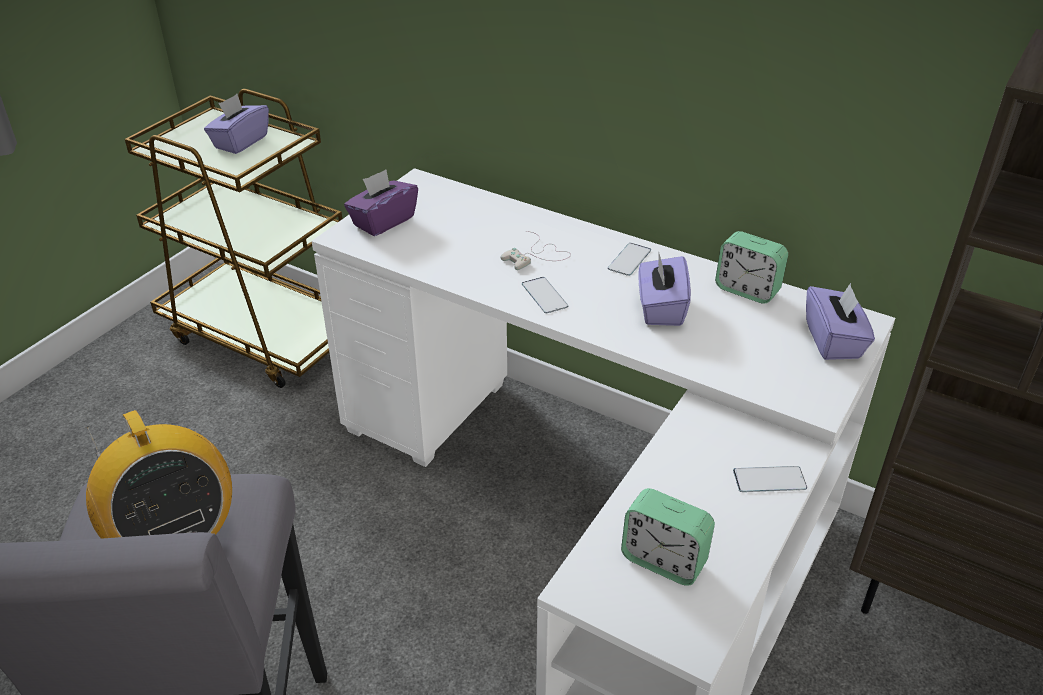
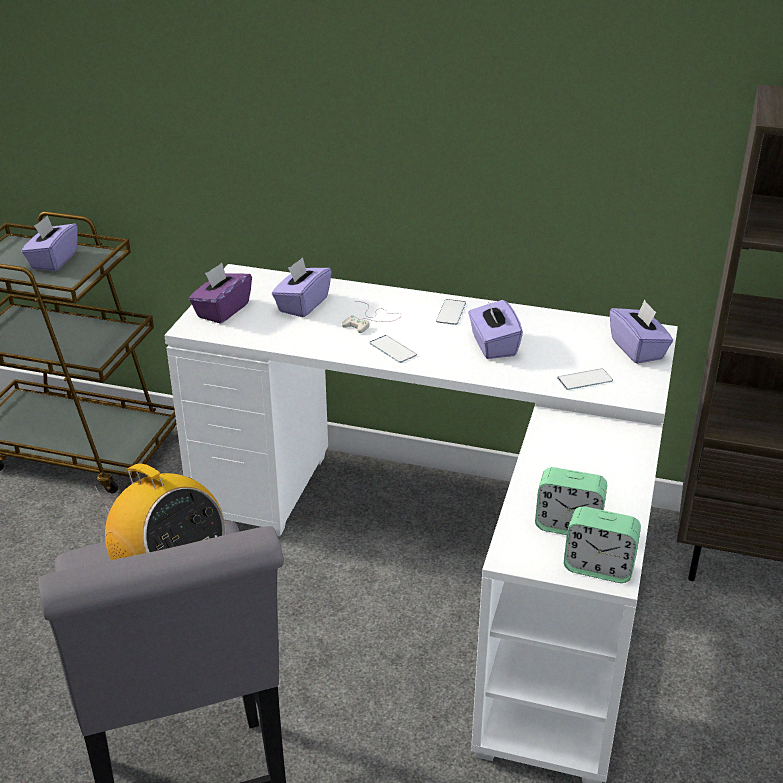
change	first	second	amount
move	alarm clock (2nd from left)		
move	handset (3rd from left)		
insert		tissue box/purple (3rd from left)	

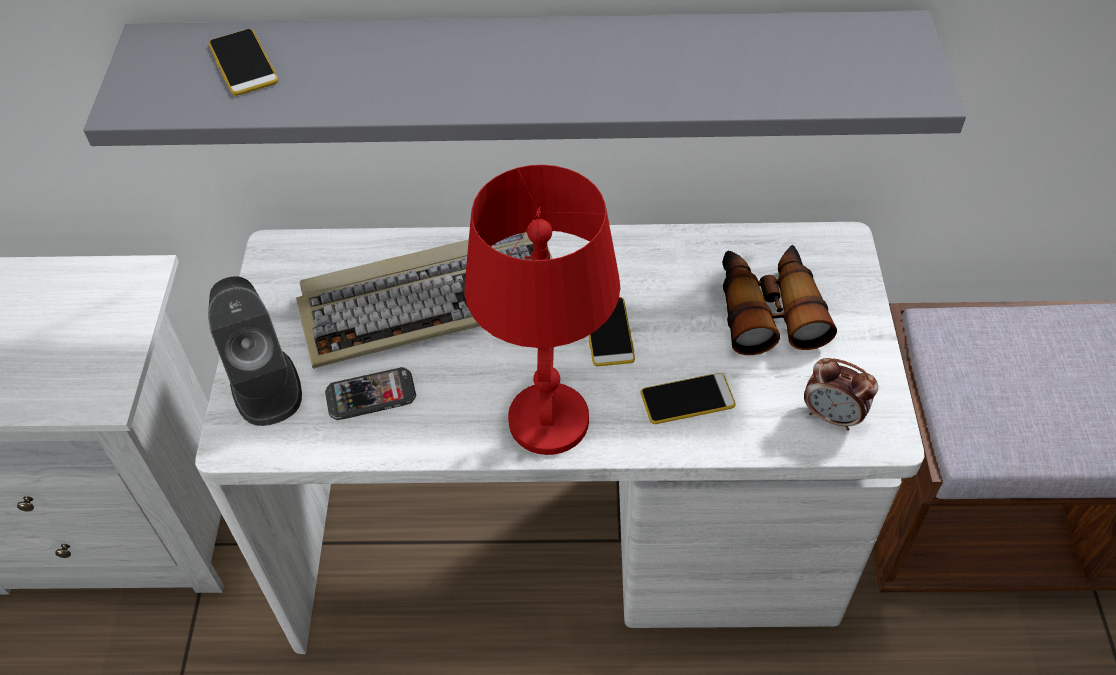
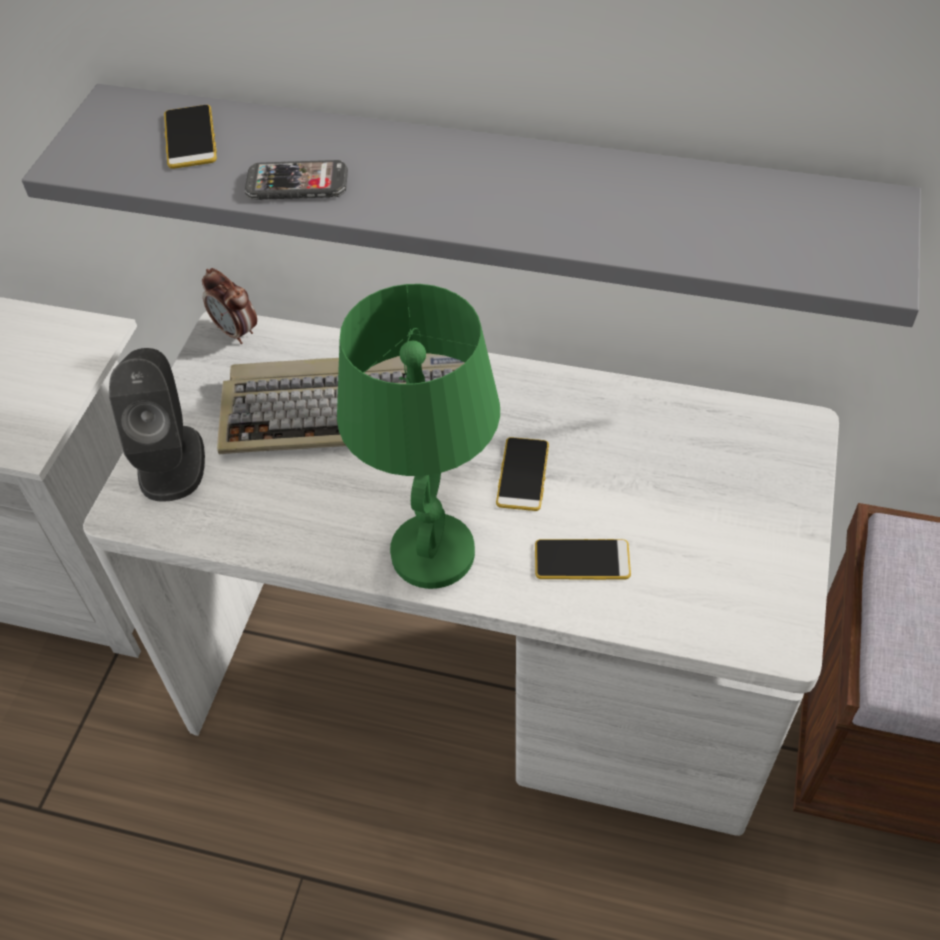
change	first	second	amount
recolor	table lamp/red	table lamp/green	
delete	binoculars		
move	alarm clock		
move	handset (2nd from left)		

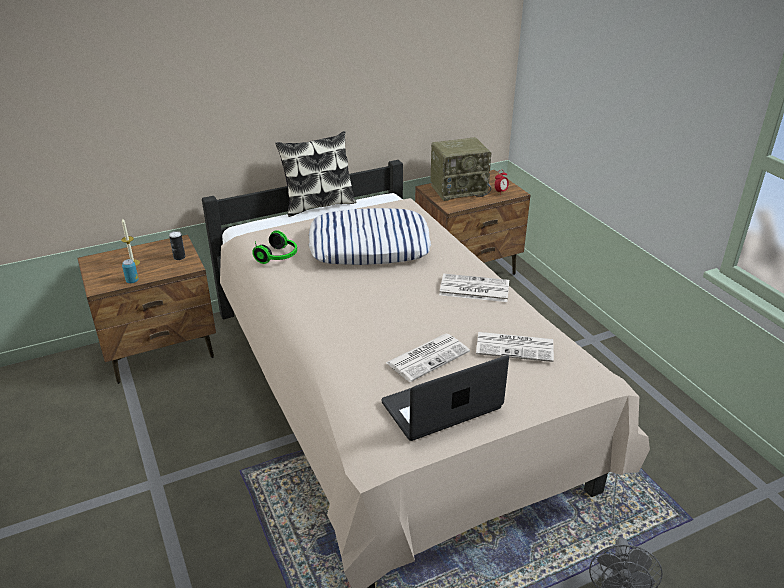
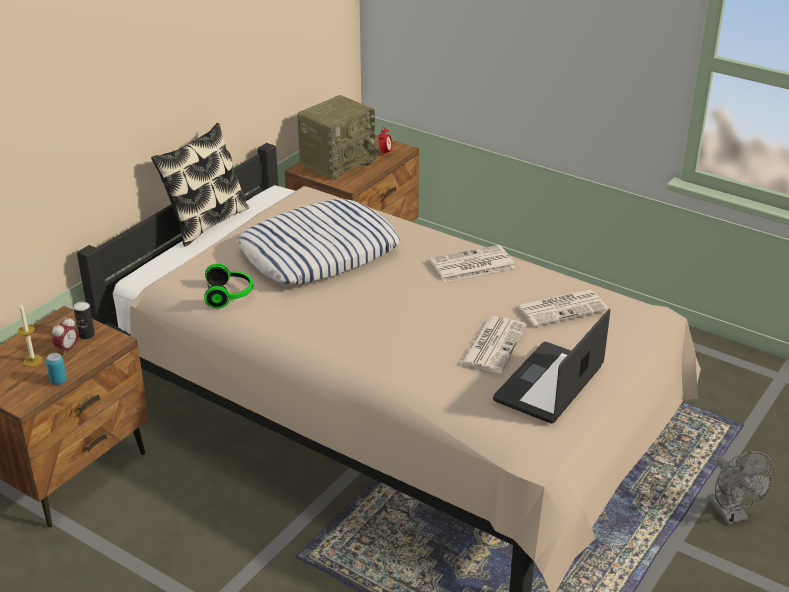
change	first	second	amount
insert		alarm clock (1st from left)	

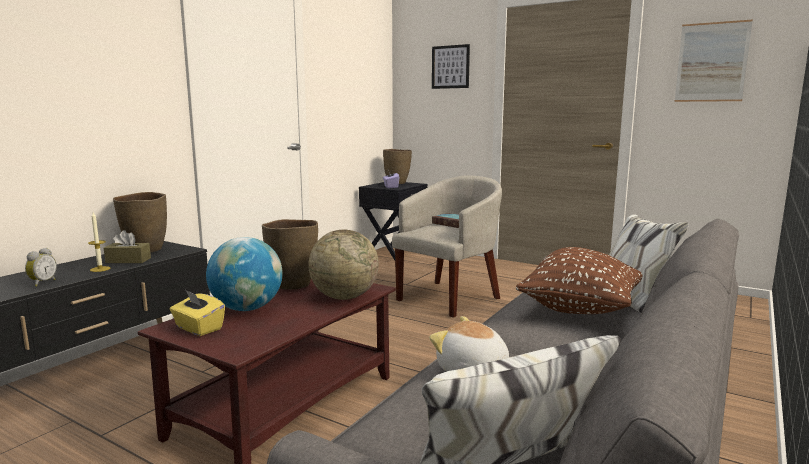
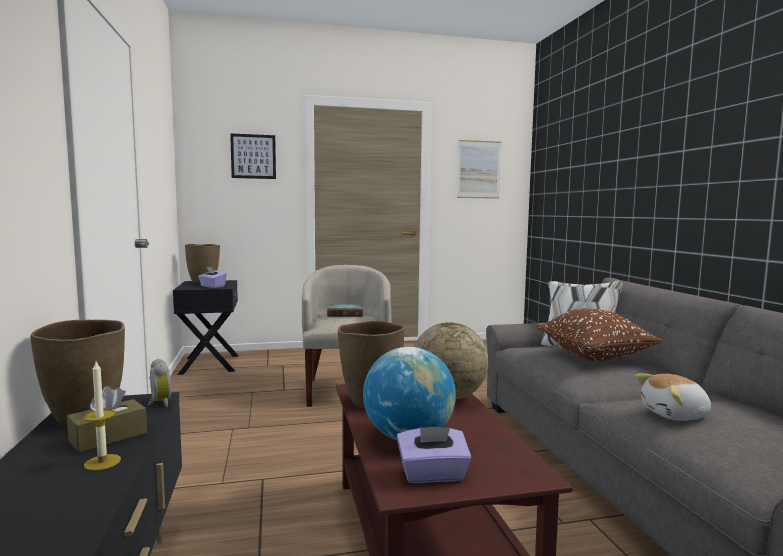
change	first	second	amount
move	alarm clock		
recolor	tissue box/yellow-coloured	tissue box/purple (2nd from left)	

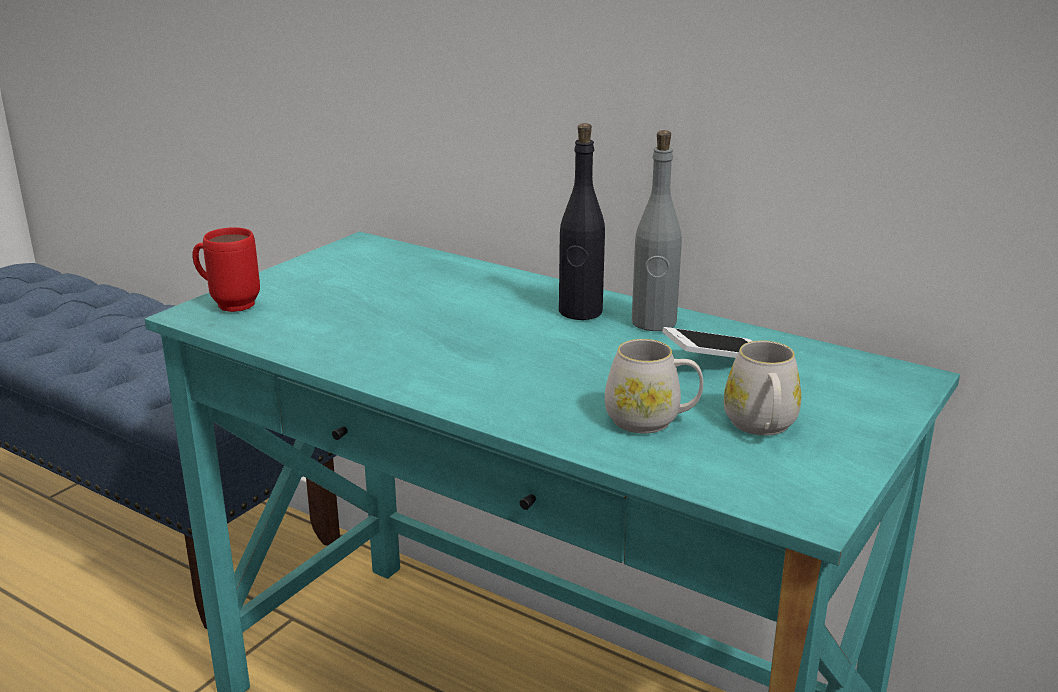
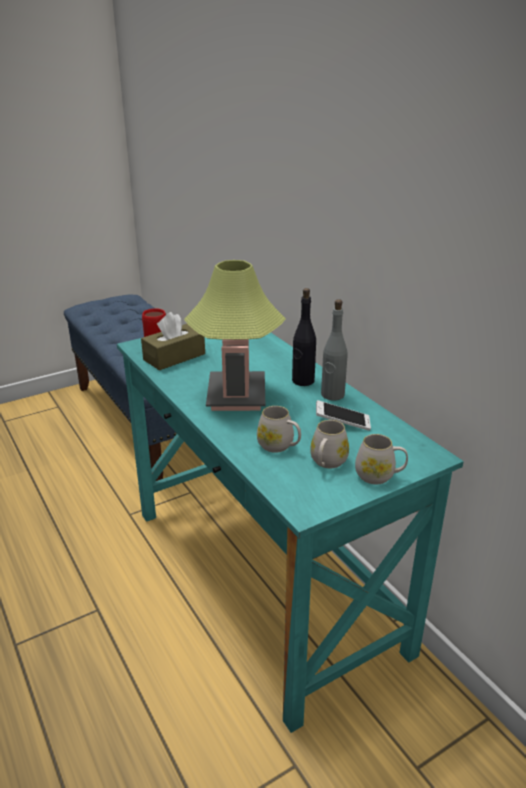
change	first	second	amount
insert		table lamp	
insert		tissue box/brownish	
insert		coffee mug/whitish (3rd from left)	

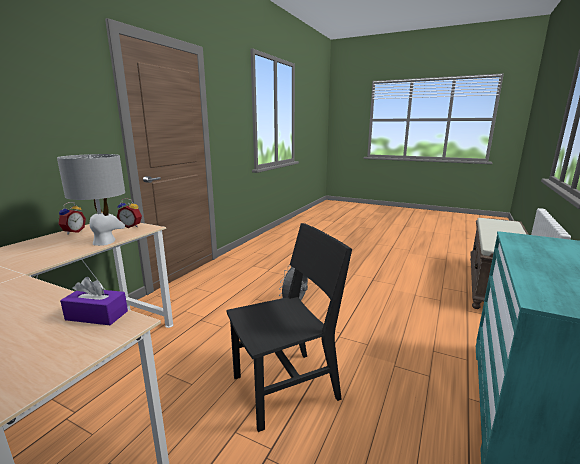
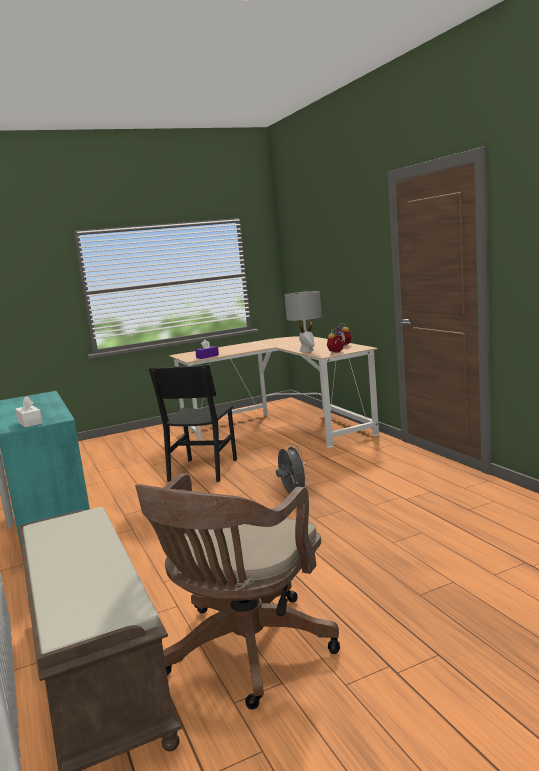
change	first	second	amount
insert		tissue box/whitish	
insert		desk chair/brownish	

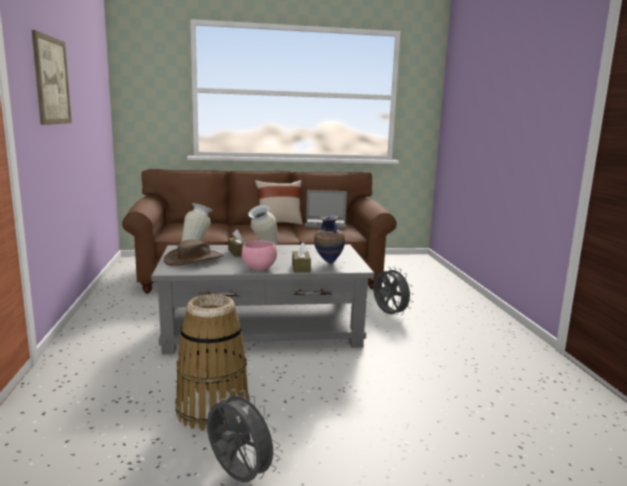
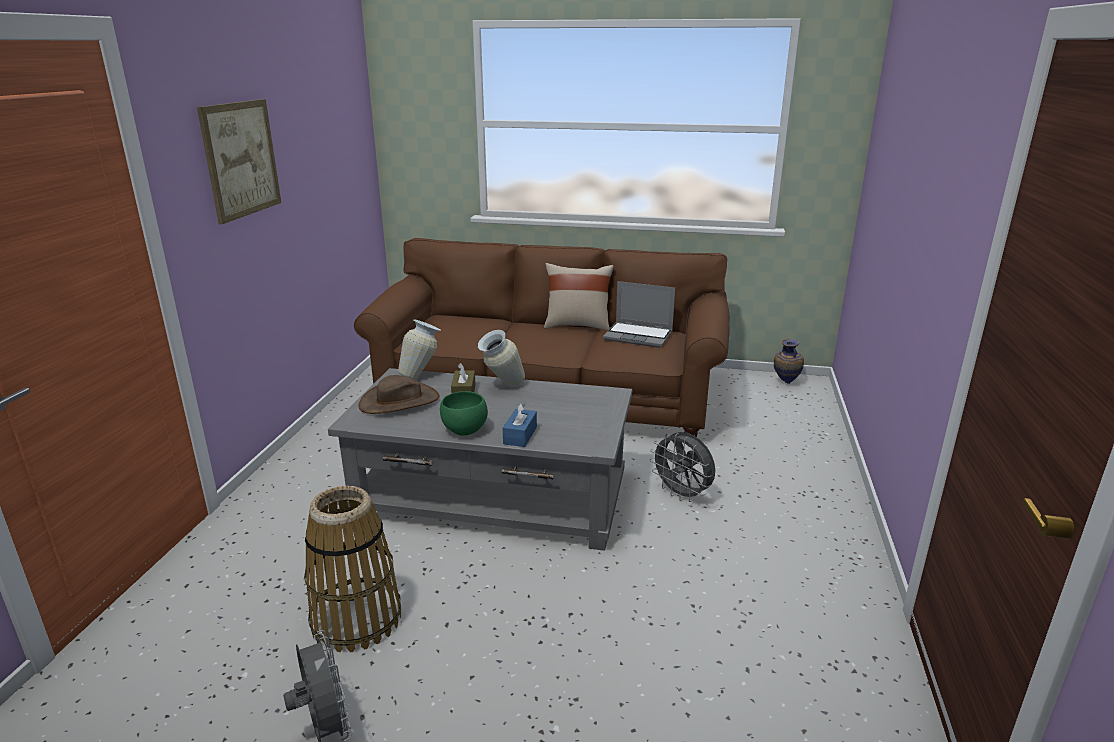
change	first	second	amount
move	vase (3rd from left)		
recolor	deep dish/pinkish	deep dish/green	
recolor	tissue box/brownish (2nd from left)	tissue box/blue	
rotate	fan/grey (2nd from left)		150 degrees clockwise

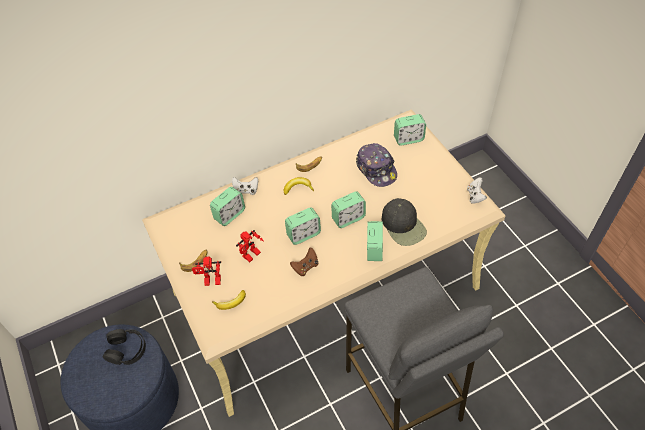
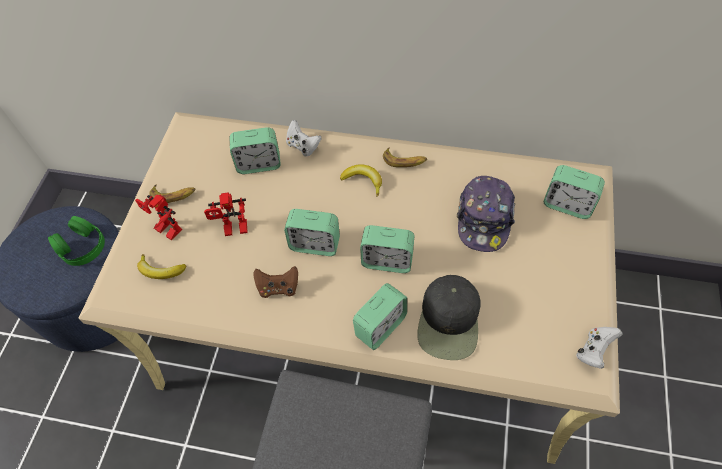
change	first	second	amount
recolor	headphones/black	headphones/green	

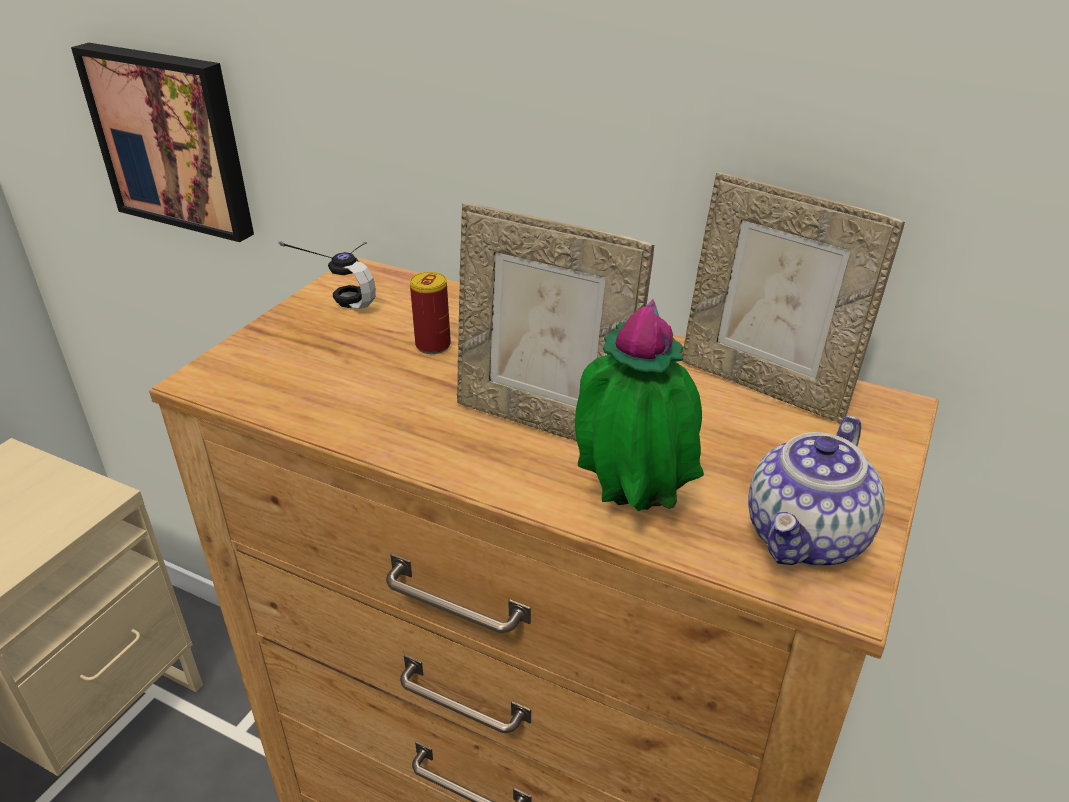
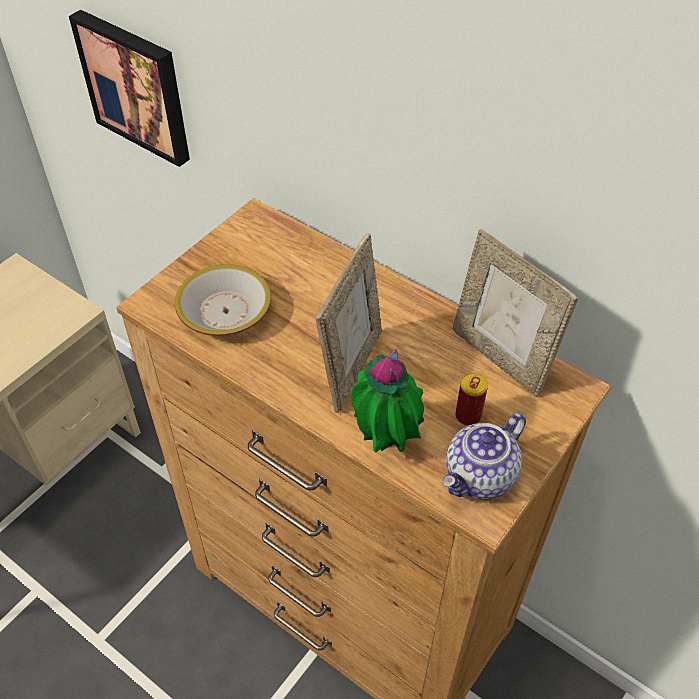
change	first	second	amount
rotate	photo frame (1st from left)		105 degrees counterclockwise
delete	headphones		
move	sealed can		
insert		deep dish	

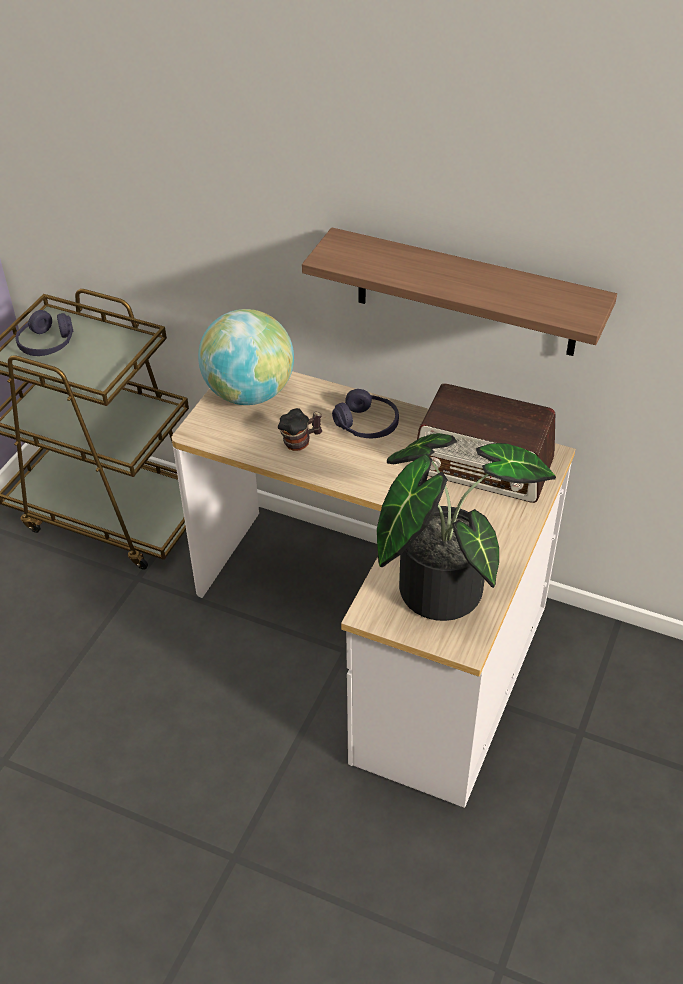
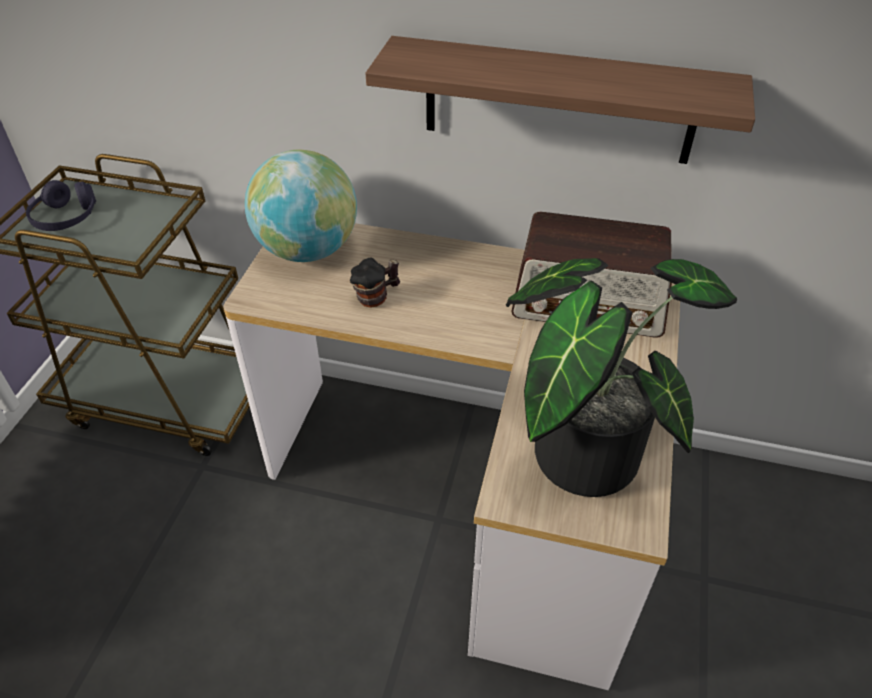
change	first	second	amount
delete	headphones/purple (2nd from left)		

